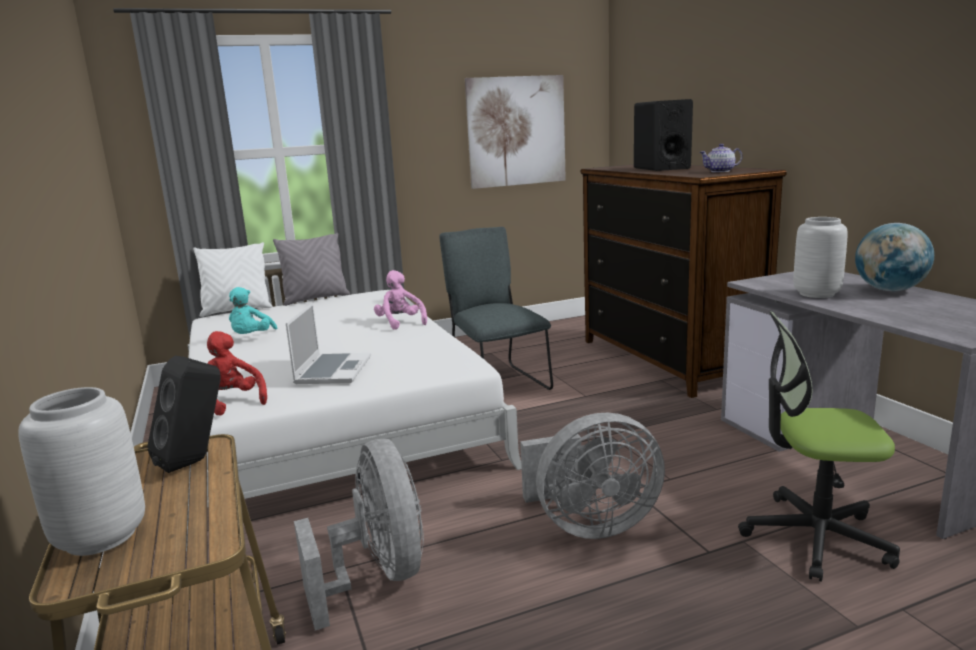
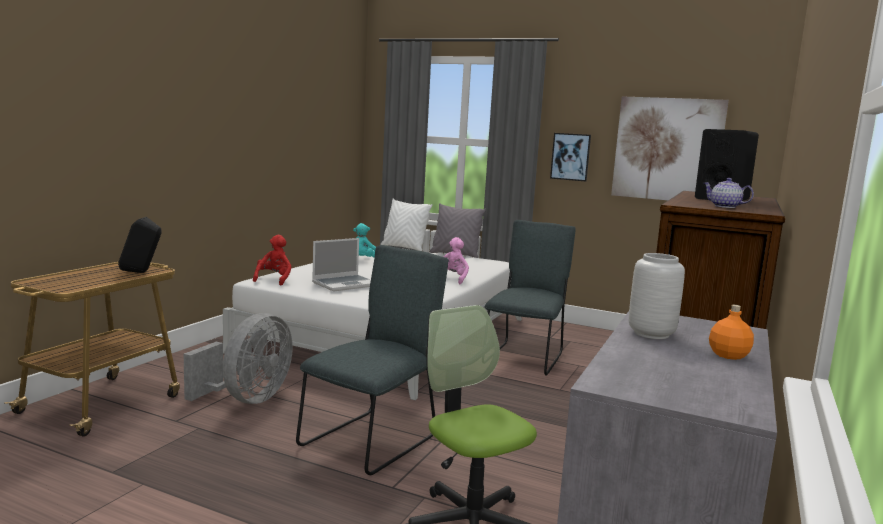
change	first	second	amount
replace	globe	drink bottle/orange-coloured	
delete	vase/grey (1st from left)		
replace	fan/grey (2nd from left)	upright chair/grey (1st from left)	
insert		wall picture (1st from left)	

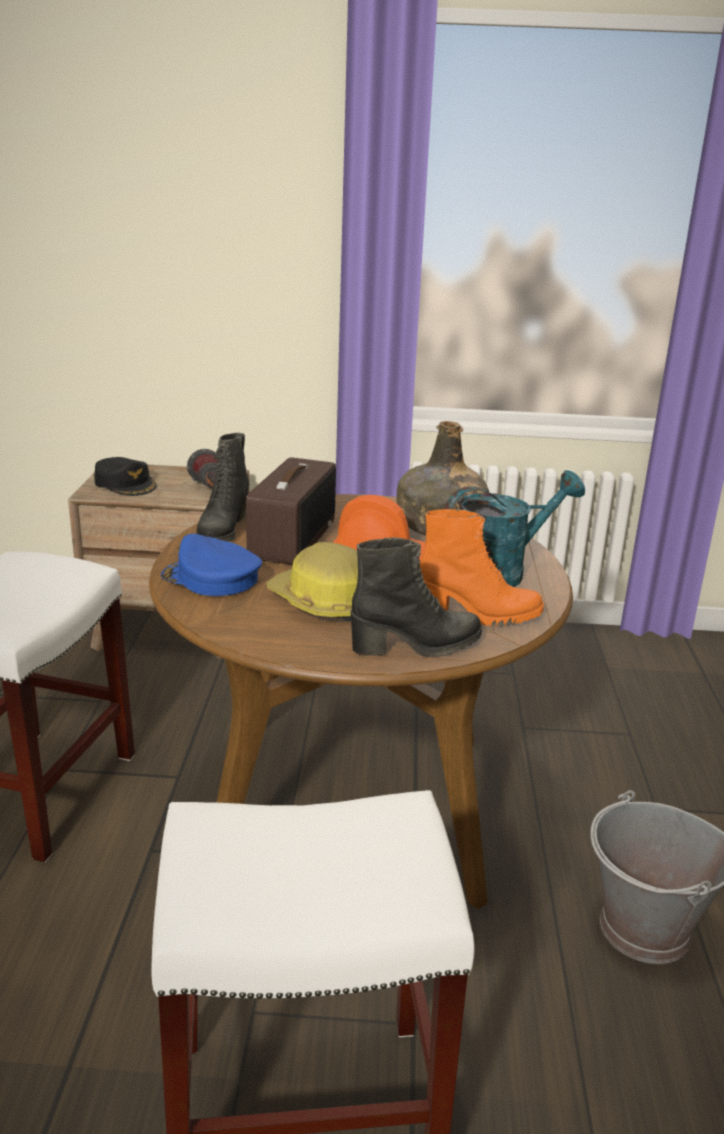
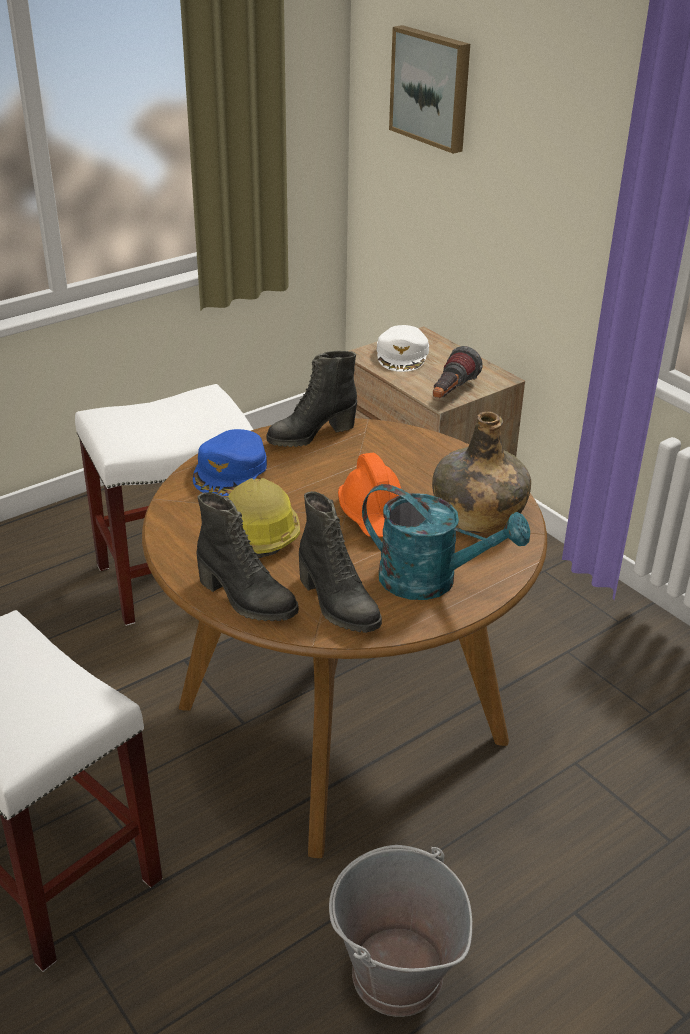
change	first	second	amount
recolor	peaked cap/black	peaked cap/whitish	
delete	radio		
recolor	high-top boot/orange-coloured	high-top boot/black (3rd from left)	
rotate	peaked cap/blue		150 degrees counterclockwise
insert		wall picture	

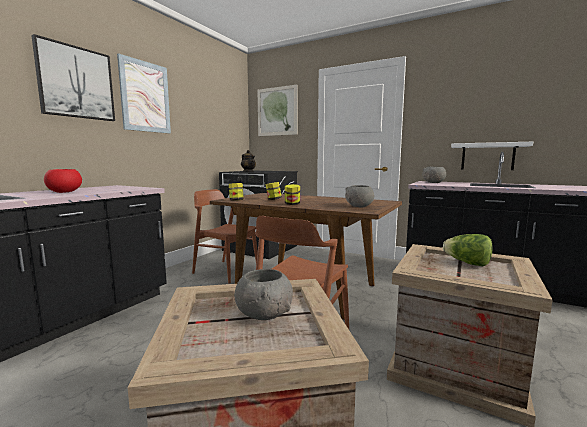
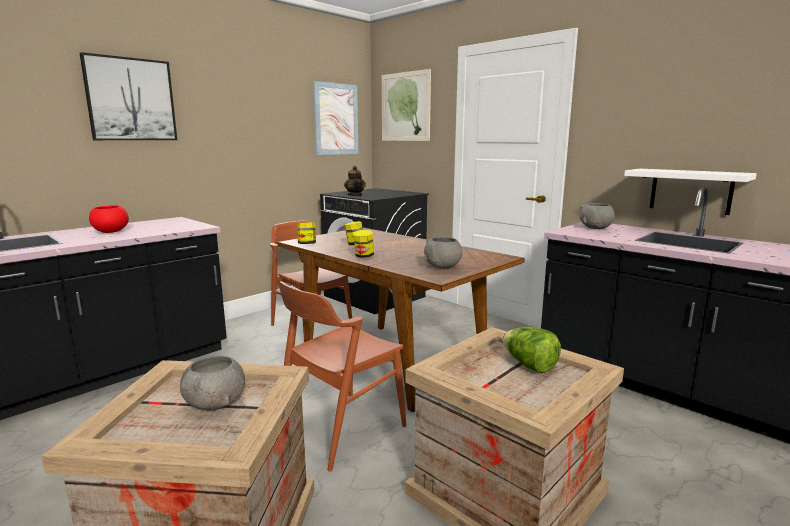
change	first	second	amount
move	wall picture (2nd from left)		

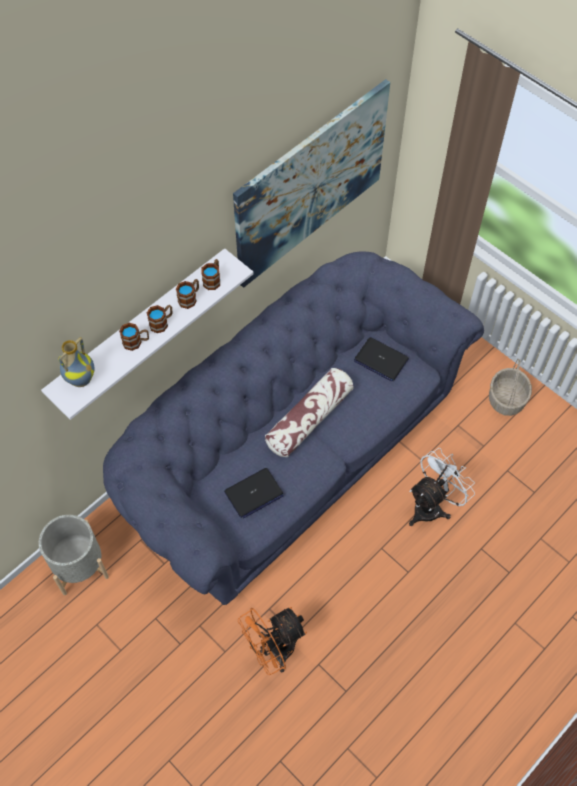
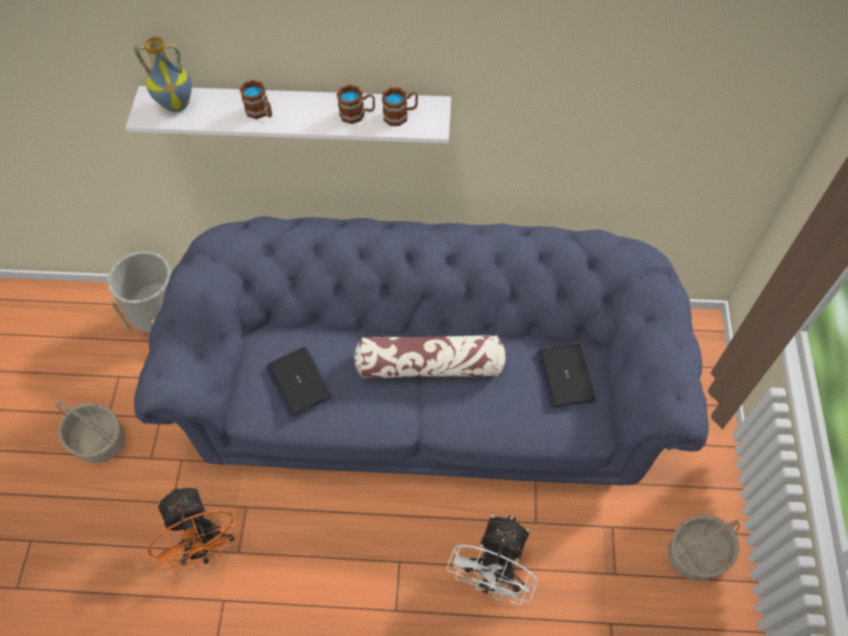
change	first	second	amount
delete	wall picture		
delete	coffee mug (2nd from left)		
rotate	fan/whitish		105 degrees clockwise
rotate	portable computer (1st from left)		45 degrees clockwise
rotate	fan/orange-coloured		135 degrees counterclockwise
insert		household basket (1st from left)	

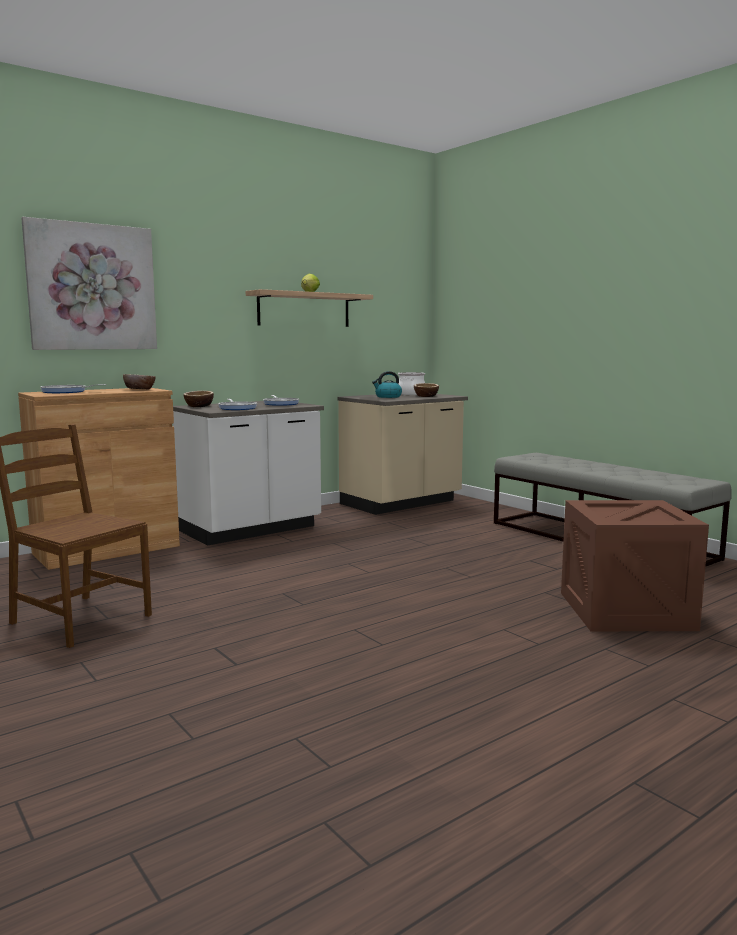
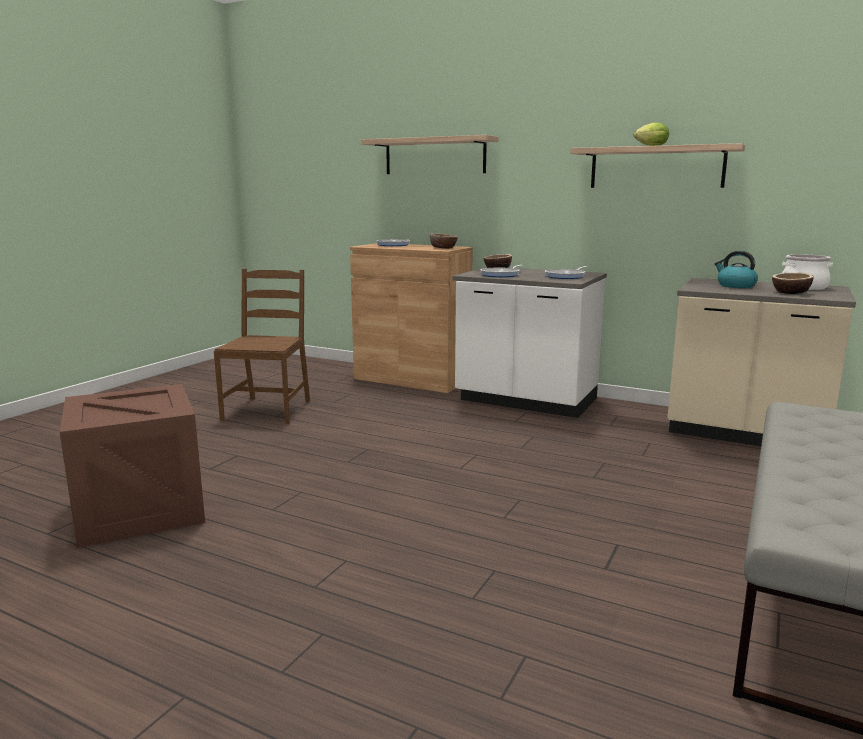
change	first	second	amount
replace	wall picture	bracket shelf (1st from left)	
move	shipping crate		

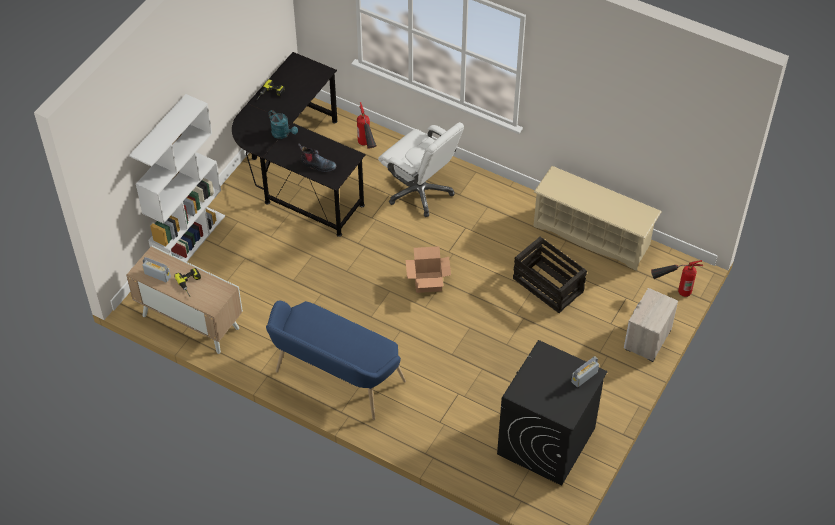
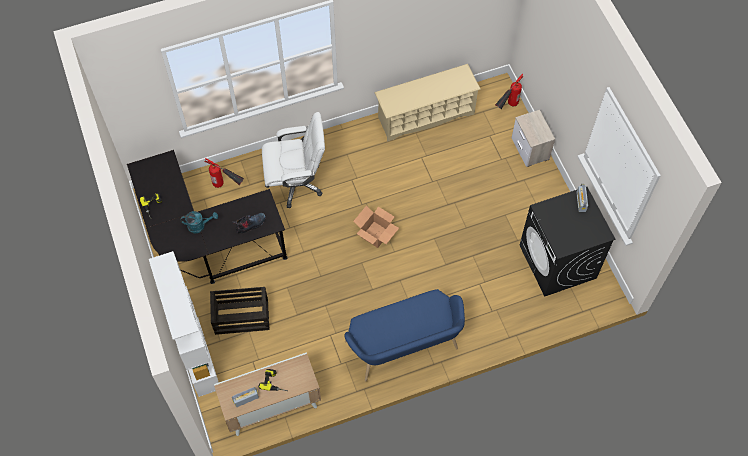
change	first	second	amount
move	shipping crate		

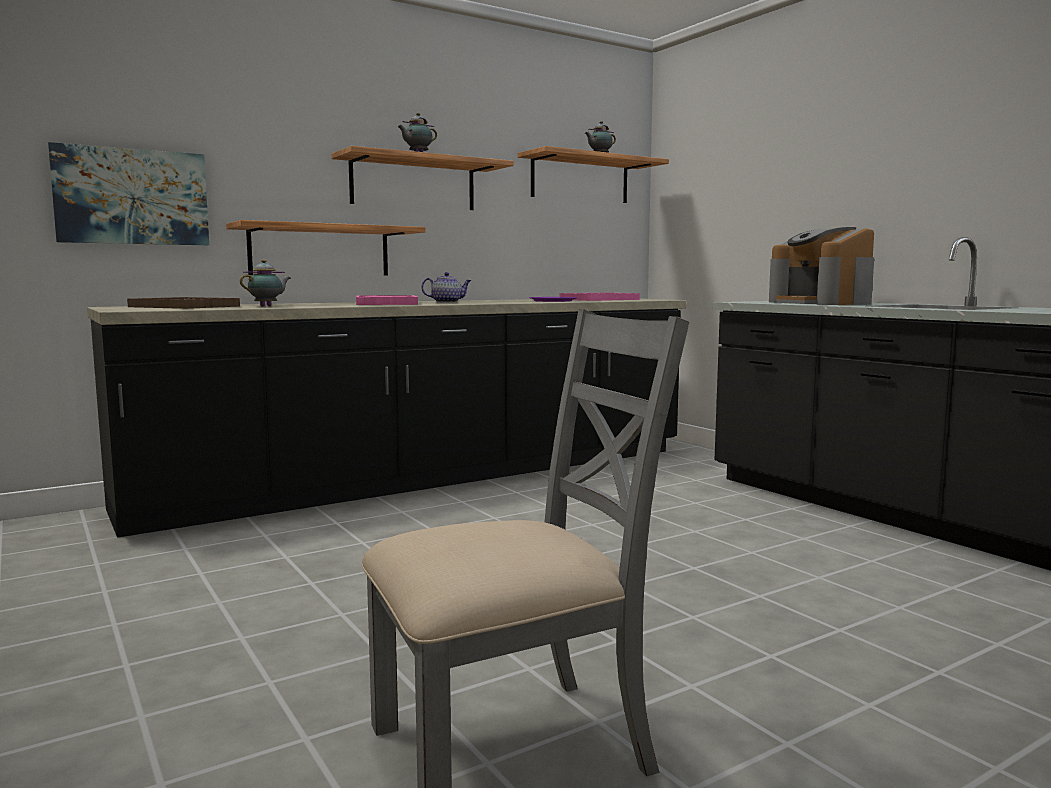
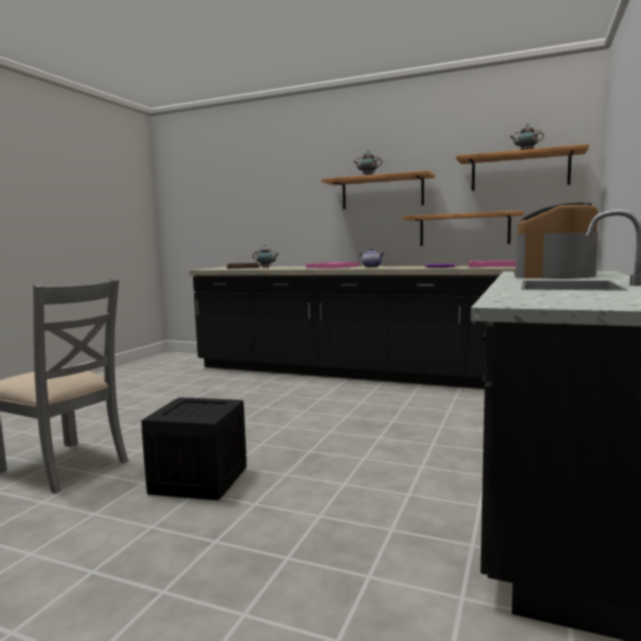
change	first	second	amount
delete	wall picture		
move	bracket shelf (1st from left in the first image)	bracket shelf (2nd from left)	
insert		shipping crate	

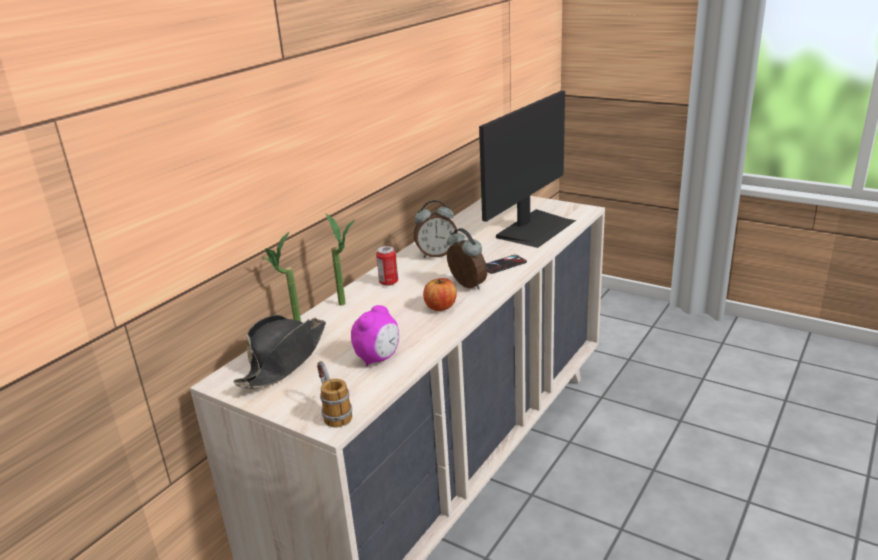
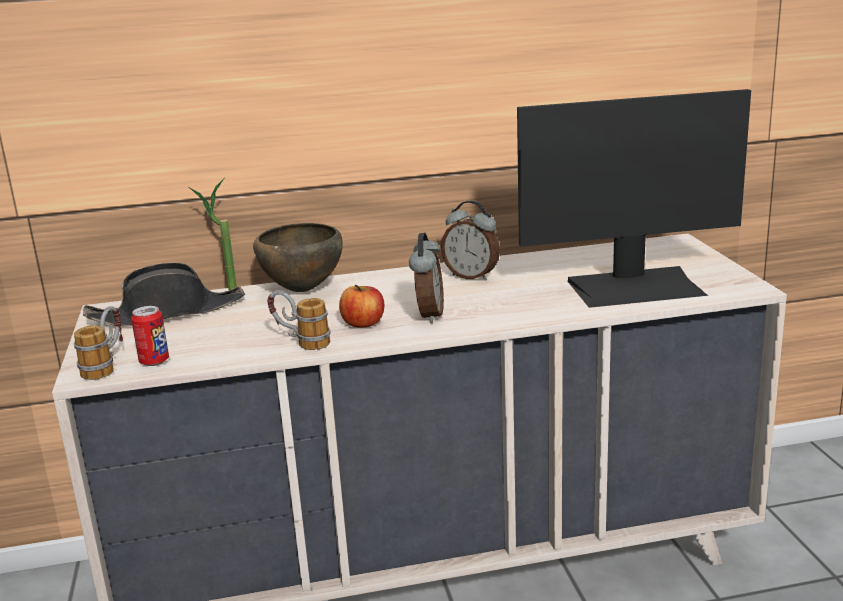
change	first	second	amount
replace	houseplant (2nd from left)	deep dish/brownish	
move	sealed can		
delete	handset		
delete	alarm clock (1st from left)		
insert		coffee mug (2nd from left)	

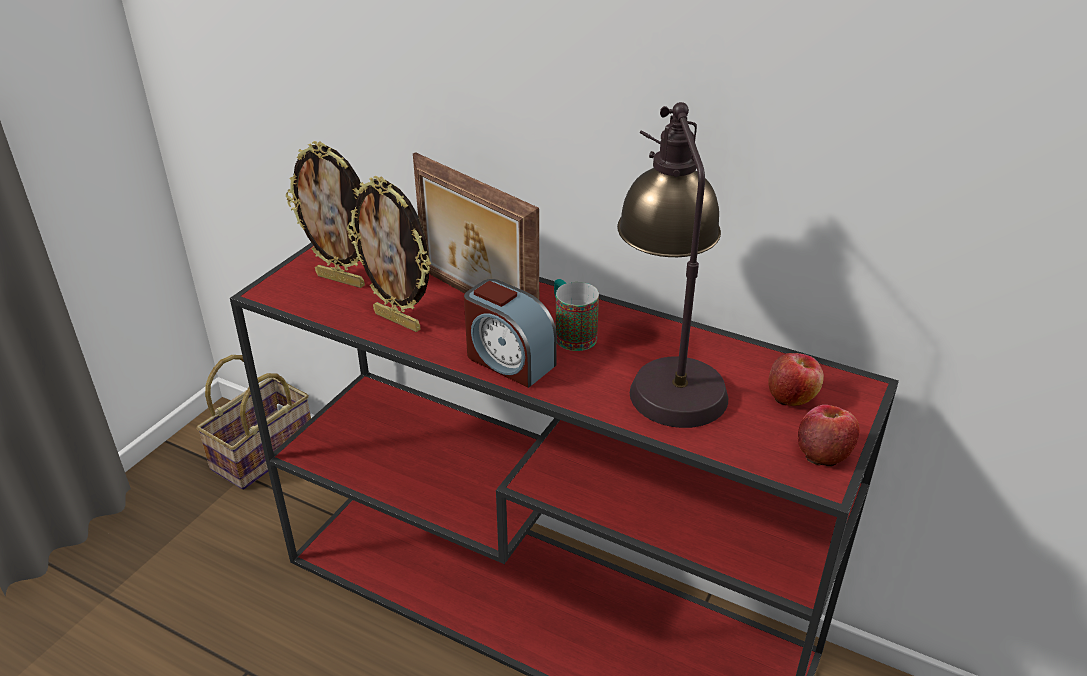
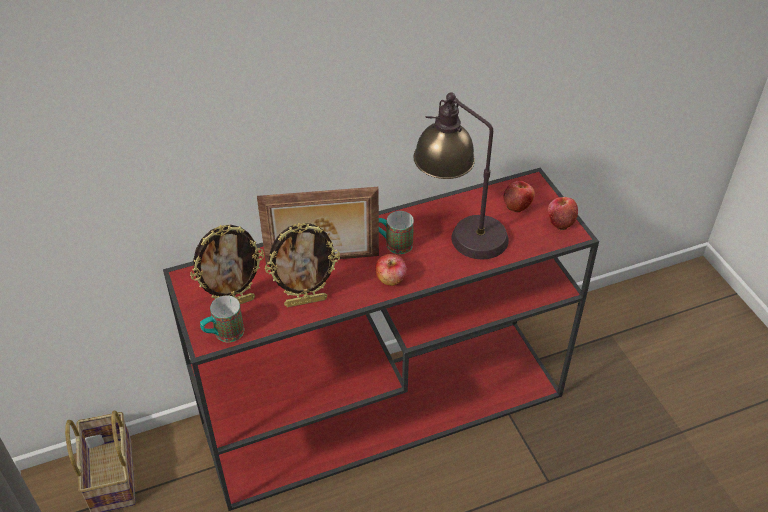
change	first	second	amount
replace	alarm clock	whole apple (1st from left)	
insert		coffee mug (1st from left)	

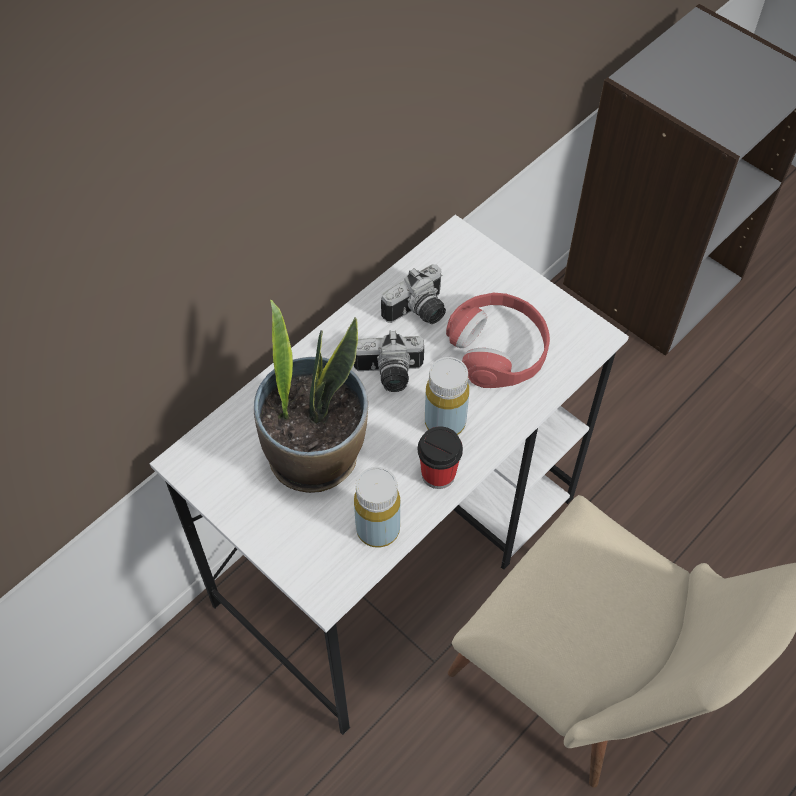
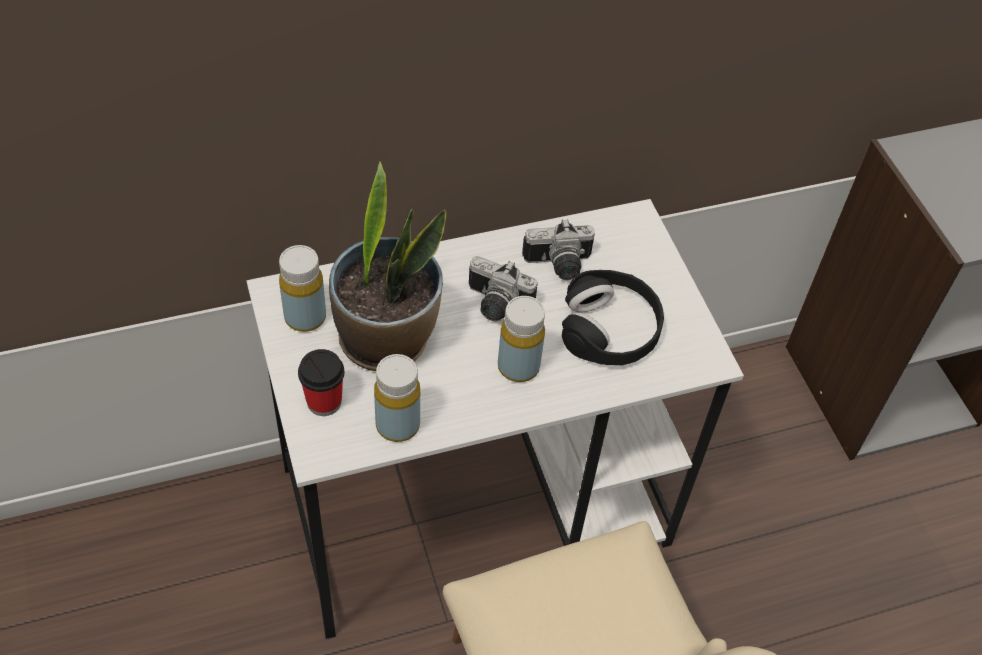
change	first	second	amount
recolor	headphones/red	headphones/black	
move	cup		
insert		drink bottle/yellow-coloured (1st from left)	

